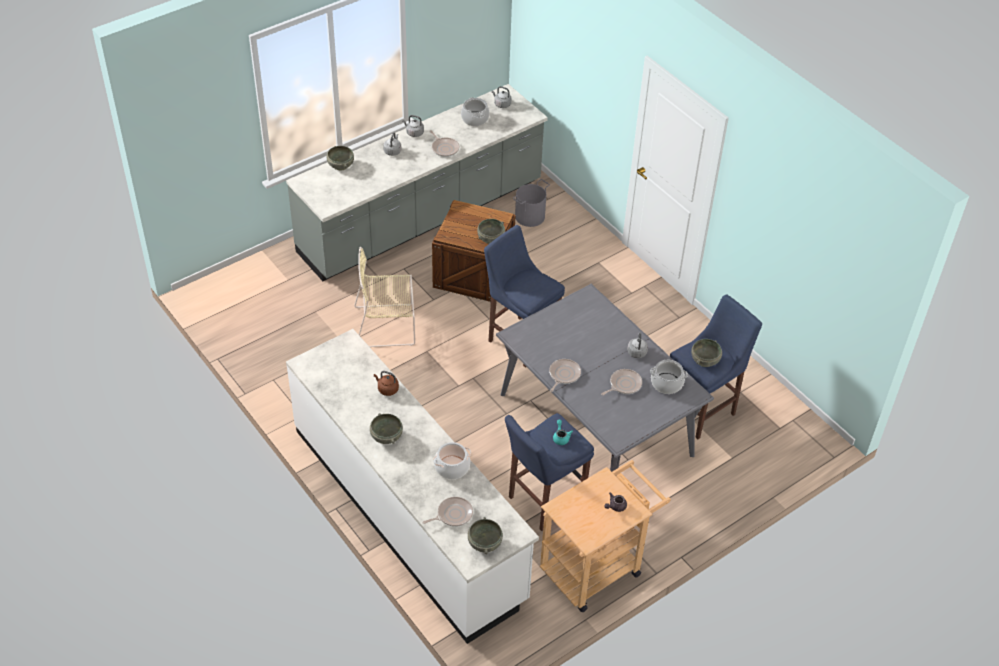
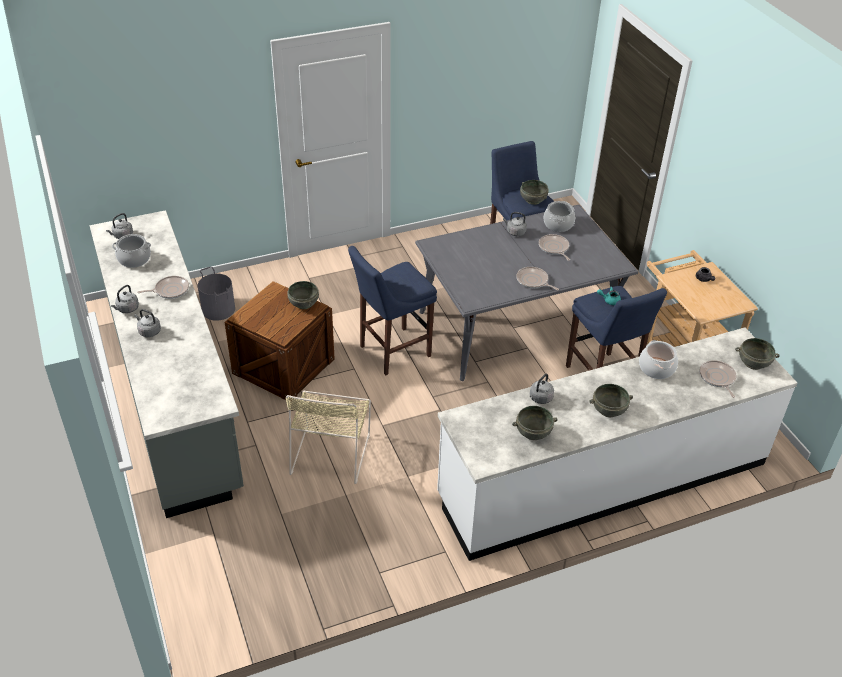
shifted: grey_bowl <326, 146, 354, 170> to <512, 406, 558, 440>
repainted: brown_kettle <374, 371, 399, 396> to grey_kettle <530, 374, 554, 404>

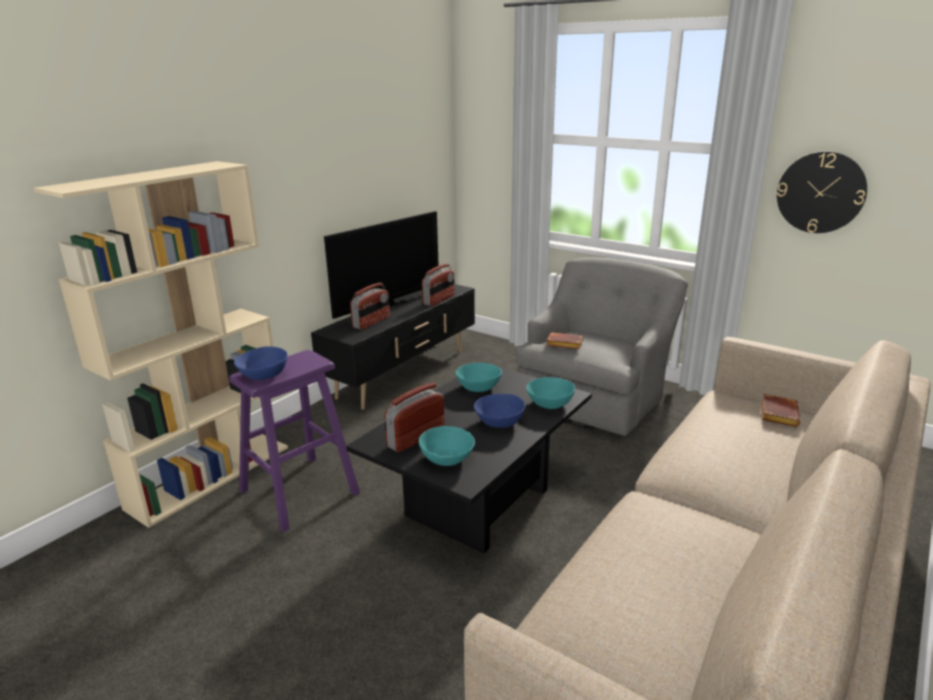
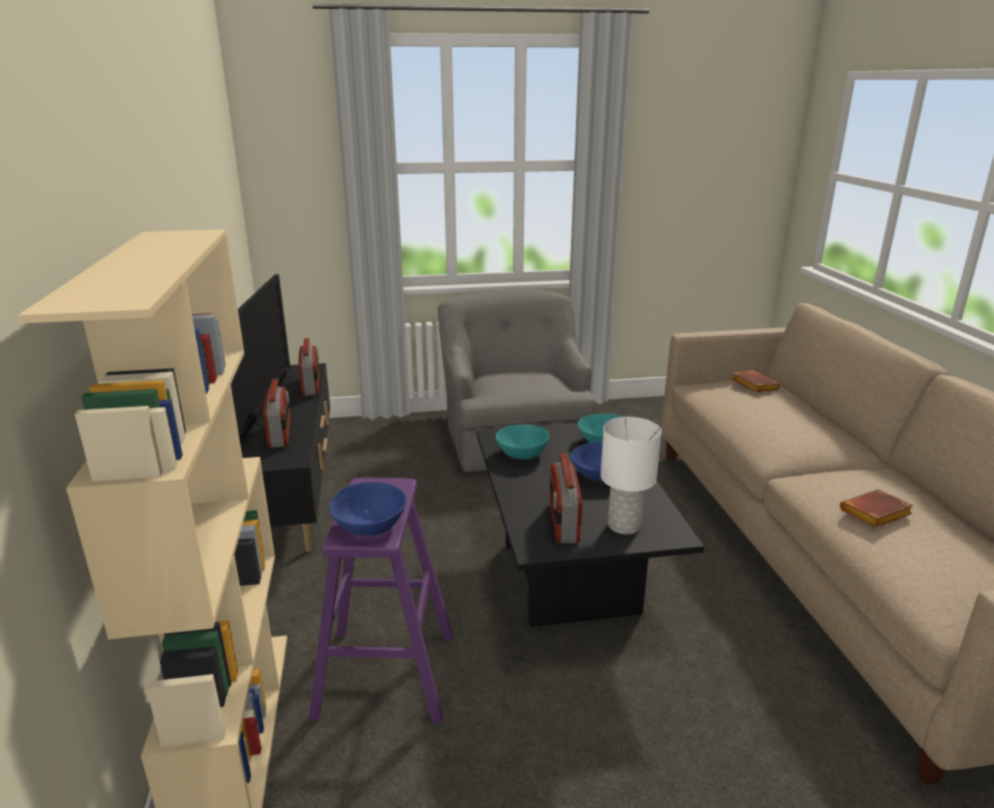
gone: wall_clock <777, 151, 867, 233>
shifted: brown_book <546, 332, 583, 349> to <840, 489, 914, 528>
swapped: turquoise_bowl <419, 426, 475, 466> to white_table_lamp <600, 417, 661, 535>

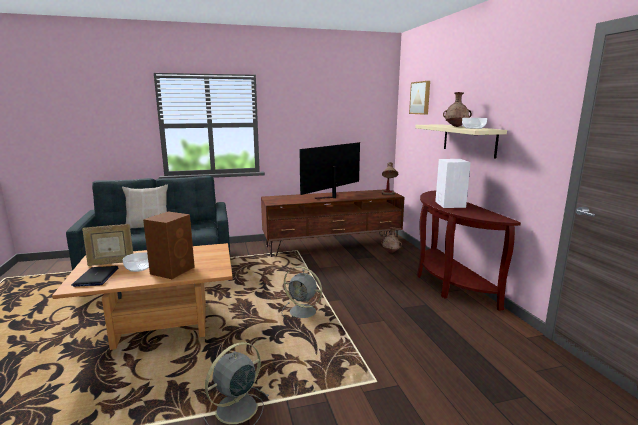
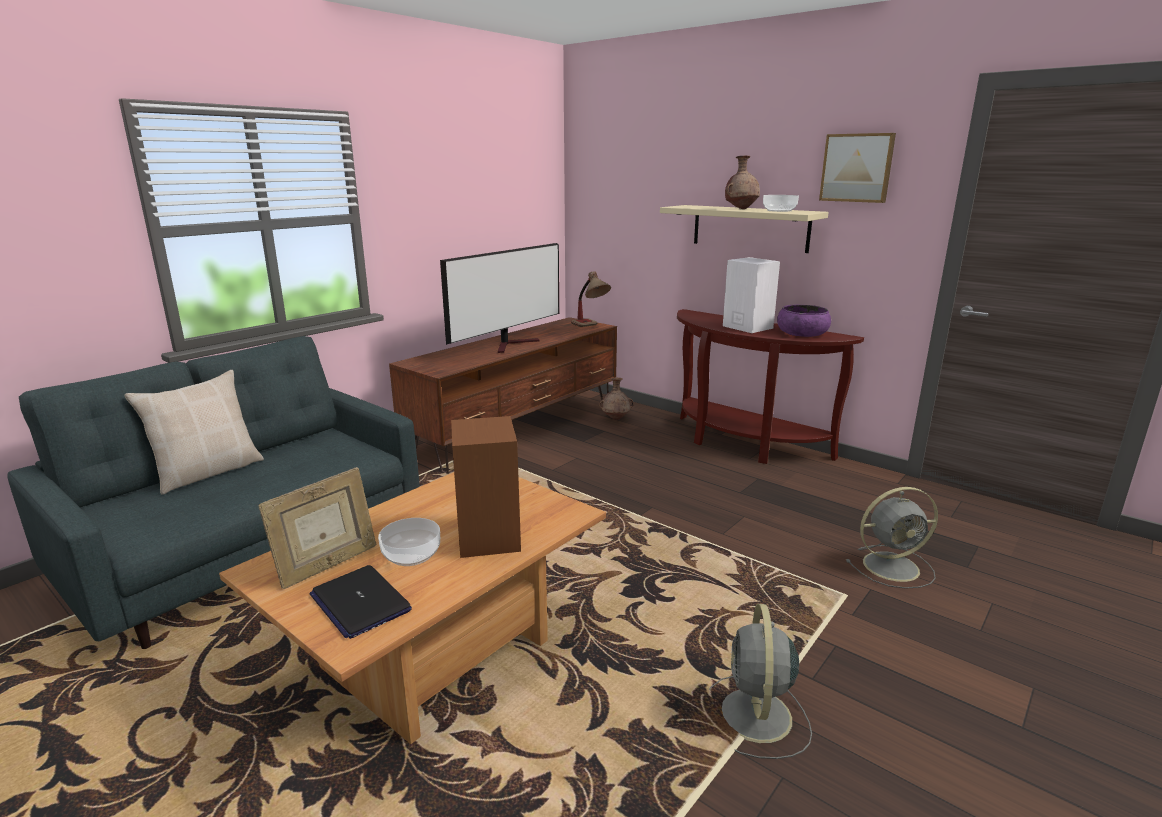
new: purple_bowl <777, 305, 831, 337>
shifted: grey_fan <281, 266, 322, 318> to <846, 487, 938, 589>; picture <409, 81, 430, 115> to <819, 133, 896, 203>
rotated: television <299, 142, 360, 199> = <440, 243, 559, 353> 150 degrees counterclockwise

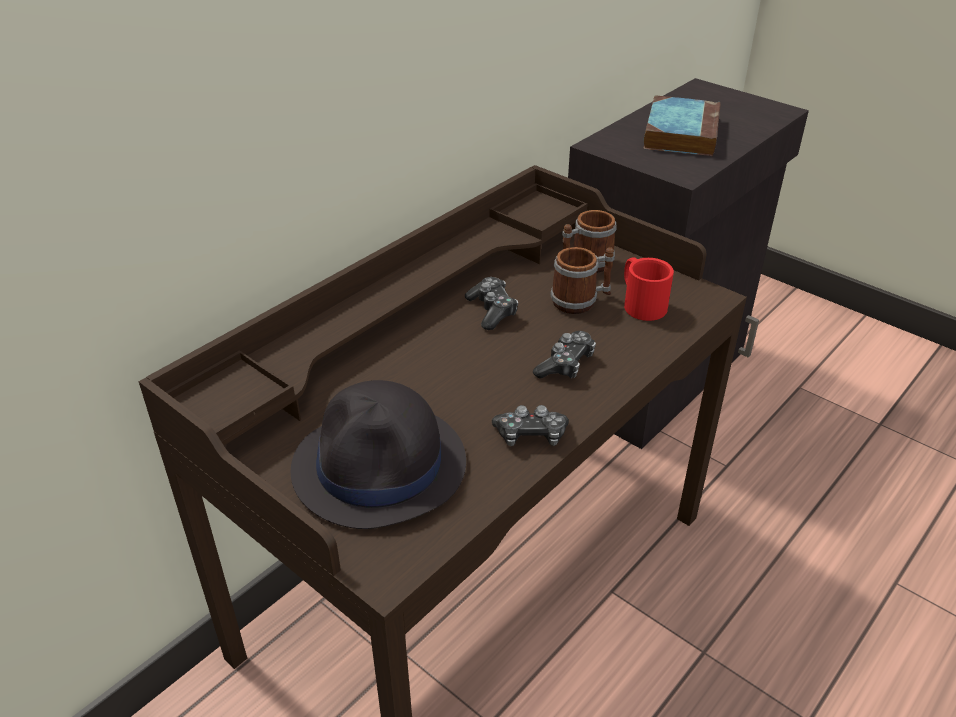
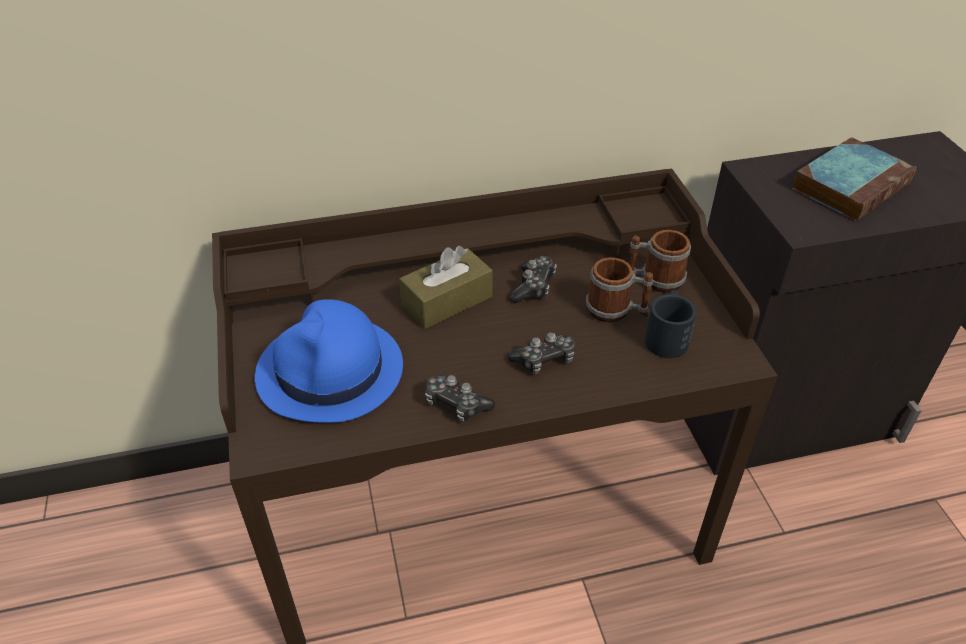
new: brown_tissue_box <399, 246, 493, 329>
repainted: black_hat <291, 380, 466, 529> to blue_hat <255, 299, 403, 423>; red_mug <624, 258, 674, 321> to black_mug <645, 290, 697, 358>

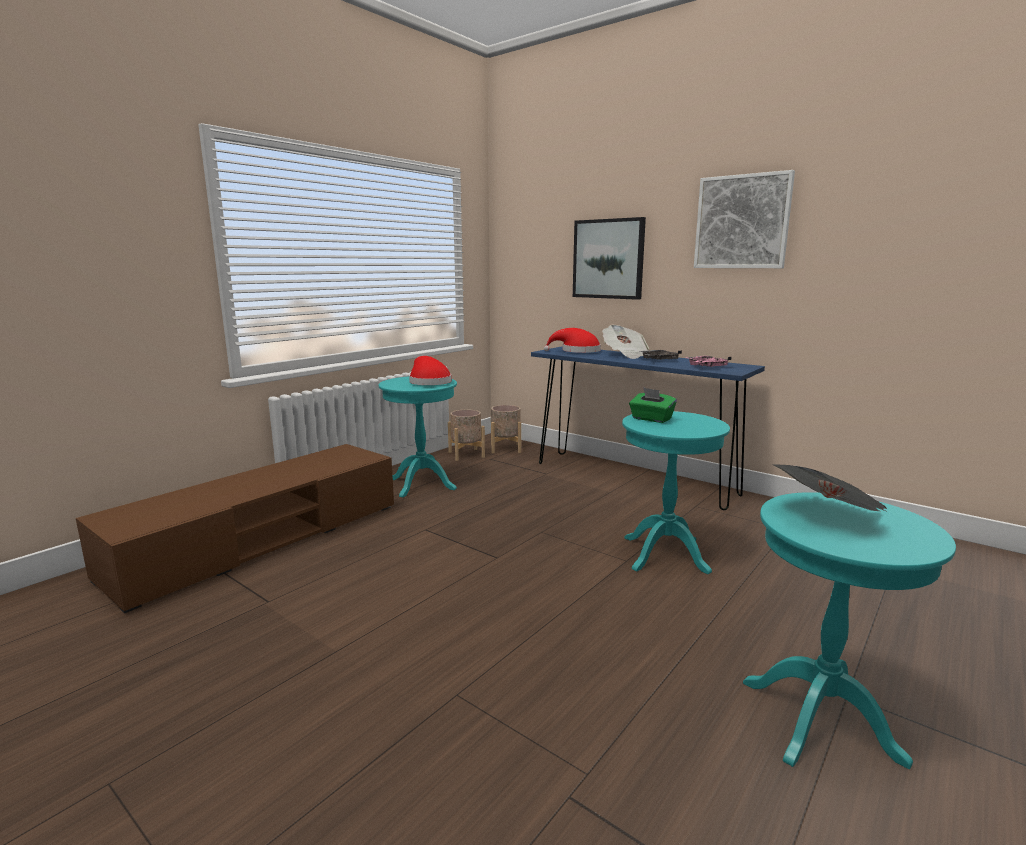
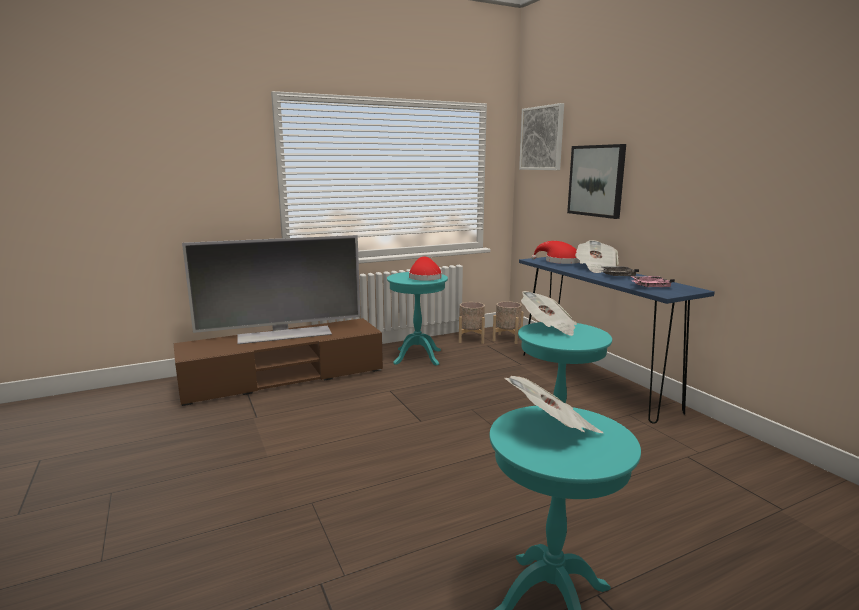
new: television <182, 235, 361, 344>
shifted: picture <694, 170, 795, 268> to <519, 103, 564, 170>
swapped: green_tissue_box <629, 387, 677, 423> to newspaper <521, 291, 577, 336>

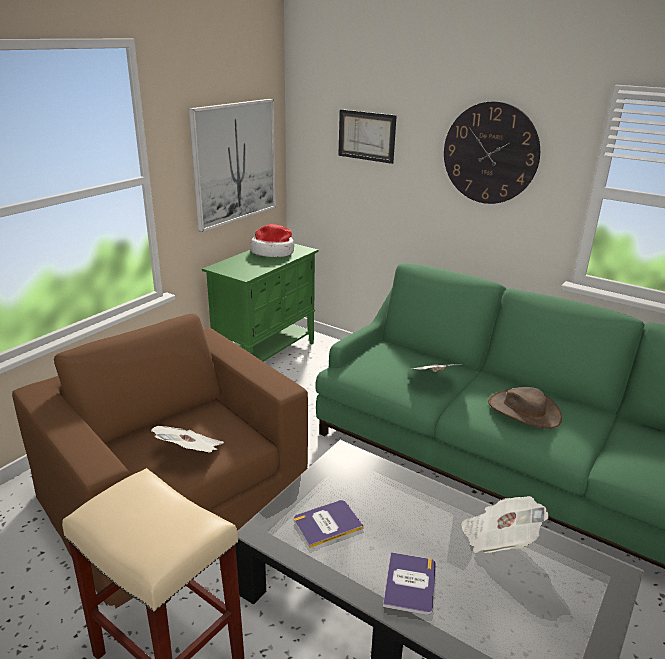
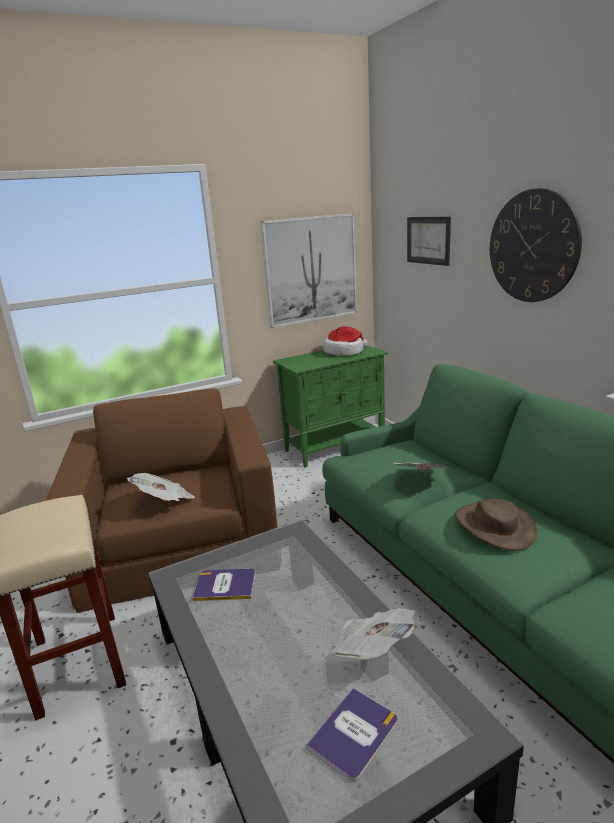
shifted: book <383, 552, 436, 615> to <306, 688, 397, 781>

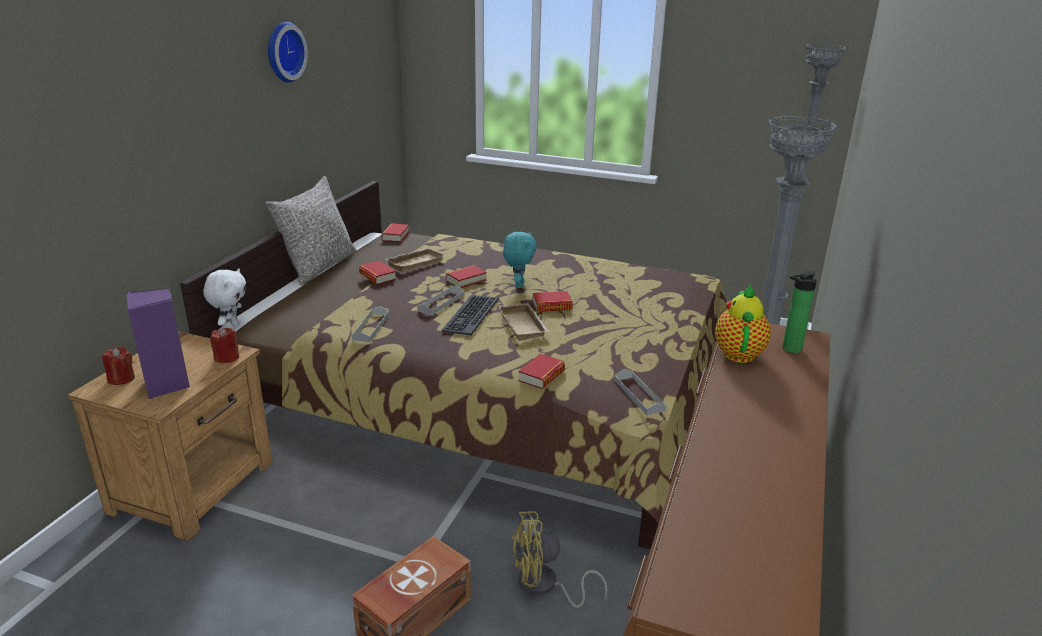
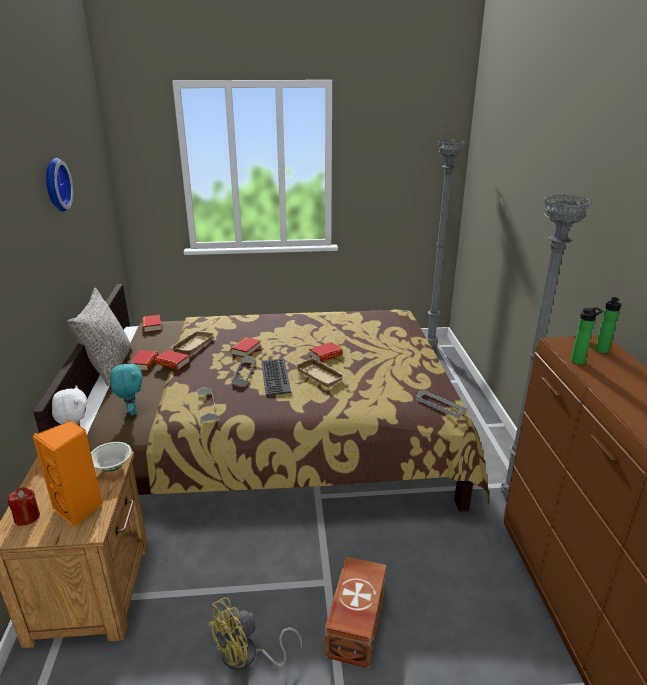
shifted: turquoise_plush_toy <503, 231, 537, 288> to <110, 361, 143, 415>; yellow_fan <511, 511, 608, 608> to <207, 597, 302, 671>; book <518, 354, 565, 389> to <129, 350, 159, 371>
swapped: red_candle <210, 327, 239, 363> to white_bowl <91, 442, 132, 472>; teapot <715, 284, 771, 363> to bottle <571, 307, 603, 365>
repainted: purple_speaker <126, 288, 190, 399> to orange_speaker <32, 420, 103, 527>

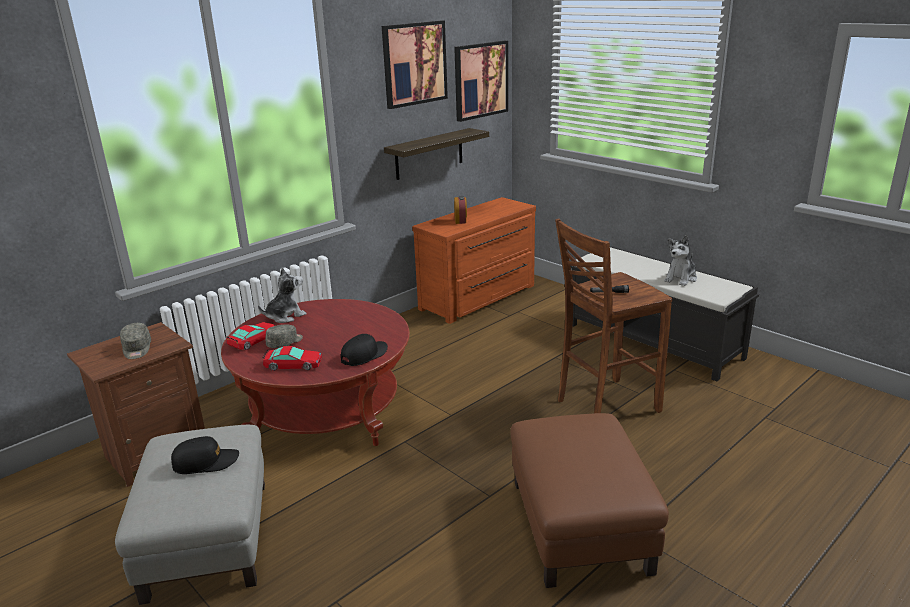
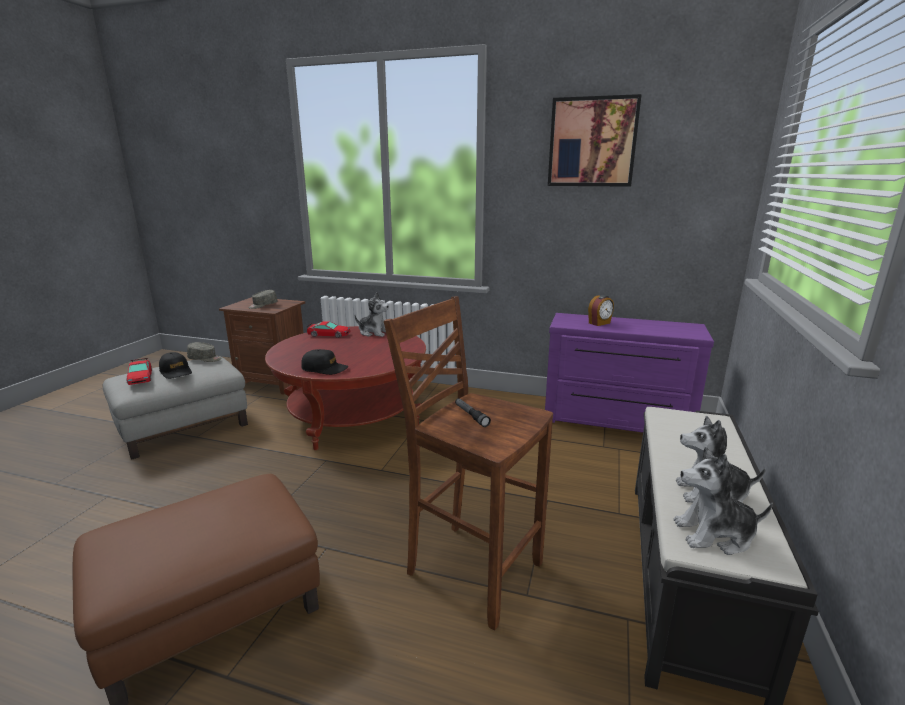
gone: shelf <384, 128, 489, 180>; picture <454, 41, 508, 122>
new: plush_toy <674, 447, 773, 555>
shifted: toy_car <263, 346, 322, 371> to <126, 358, 152, 385>; grey_cap <266, 325, 303, 348> to <187, 342, 222, 362>
repainted: brown_dresser <412, 197, 536, 324> to purple_dresser <545, 313, 714, 433>

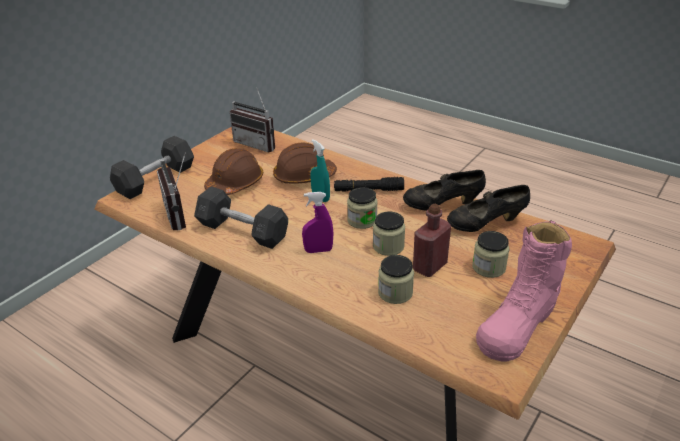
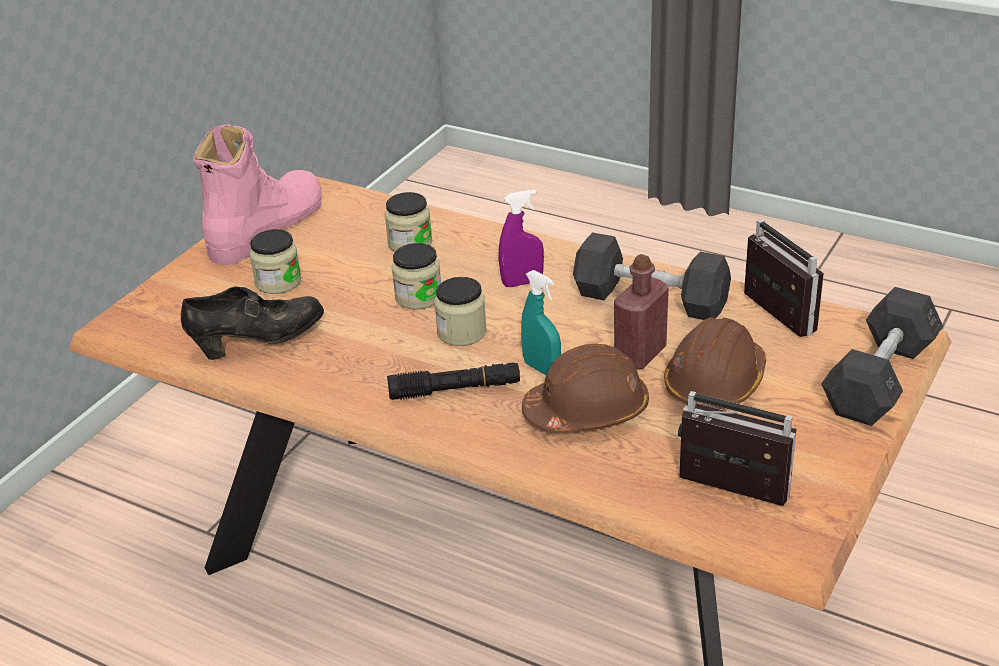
gone: black_shoe <403, 170, 486, 211>
shifted: red_bottle <413, 204, 451, 277> to <614, 254, 669, 369>

